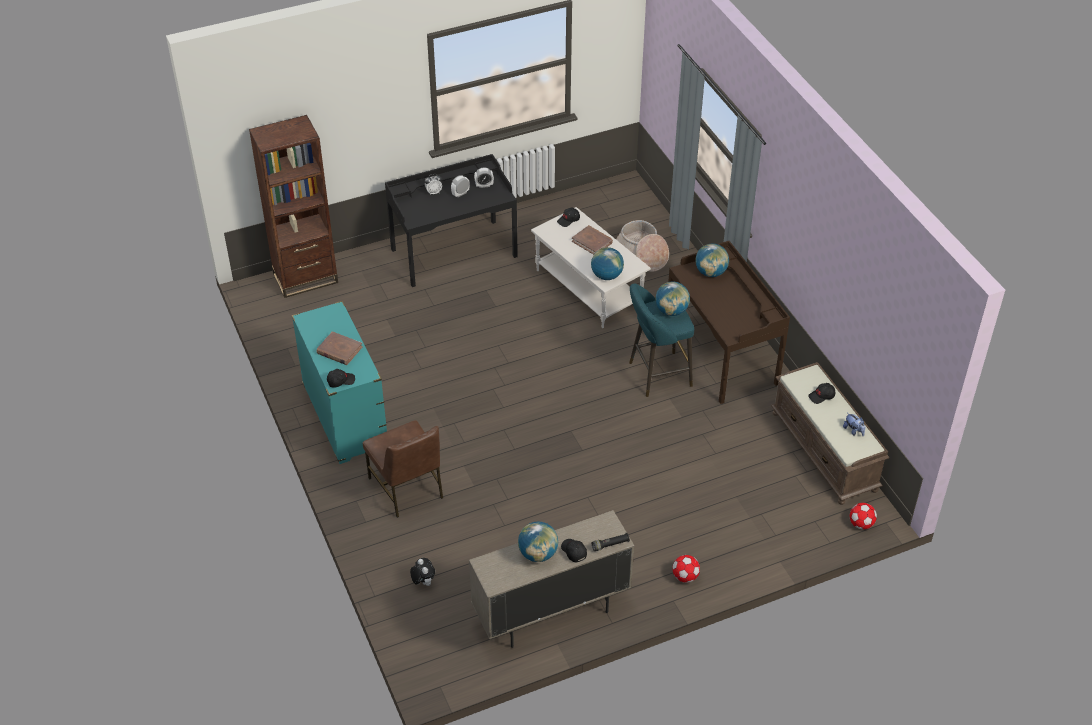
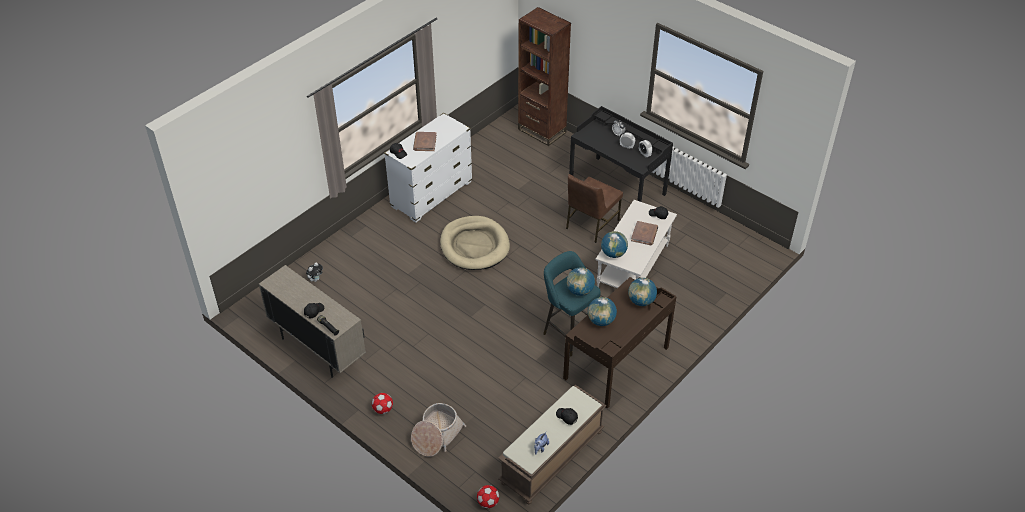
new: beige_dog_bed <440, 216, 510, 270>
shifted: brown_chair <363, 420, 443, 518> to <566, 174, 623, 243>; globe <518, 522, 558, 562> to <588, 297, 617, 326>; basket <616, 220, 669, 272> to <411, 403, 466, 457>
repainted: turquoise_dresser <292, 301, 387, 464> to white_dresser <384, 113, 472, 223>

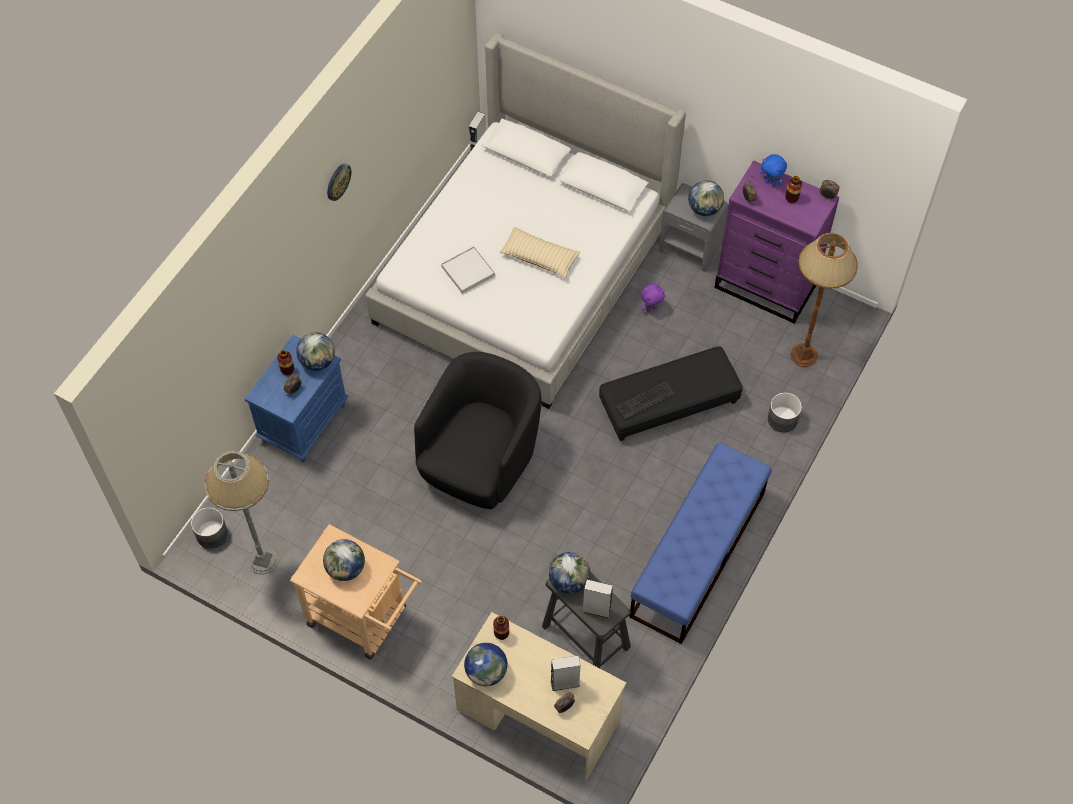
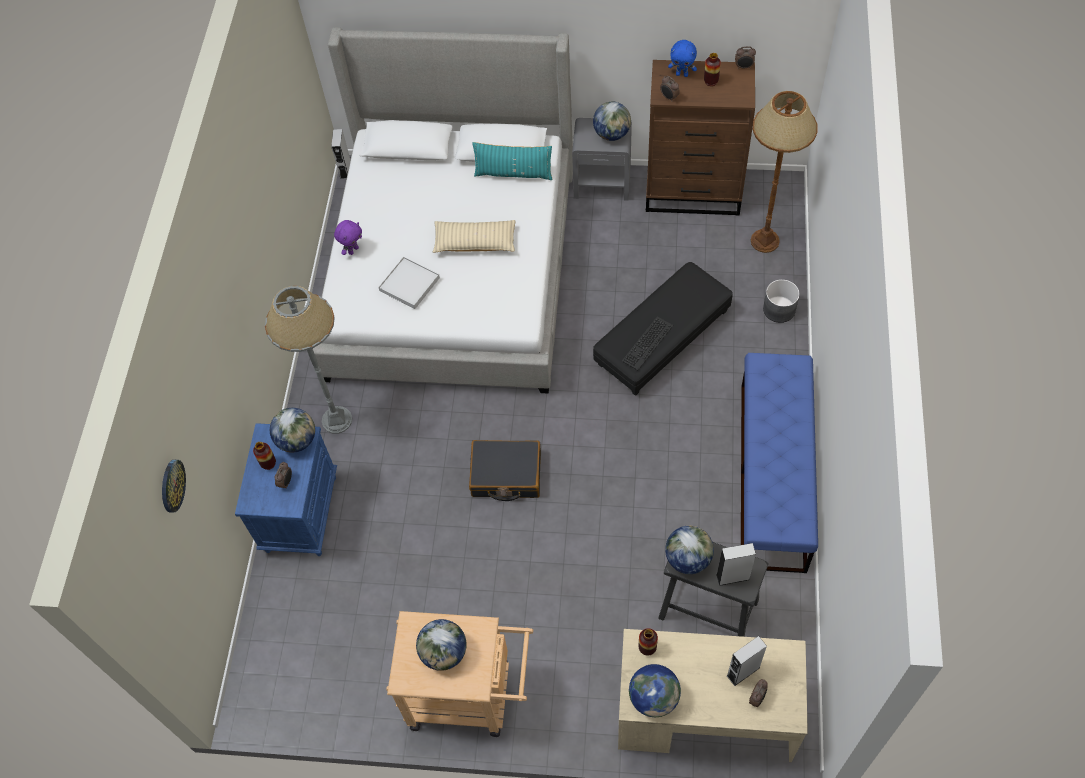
gone: grey_planter <191, 507, 228, 549>
new: turquoise_pillow <472, 142, 552, 180>
shifted: grey_floor_lamp <204, 451, 278, 574> to <265, 286, 352, 434>; wall_clock <327, 164, 351, 201> to <162, 460, 186, 513>; purple_plush_toy <641, 284, 665, 312> to <334, 220, 362, 255>
swapped: black_armchair <414, 352, 542, 509> to black_suitcase <469, 440, 541, 501>
repainted: purple_dresser <714, 160, 839, 324> to brown_dresser <646, 60, 755, 216>

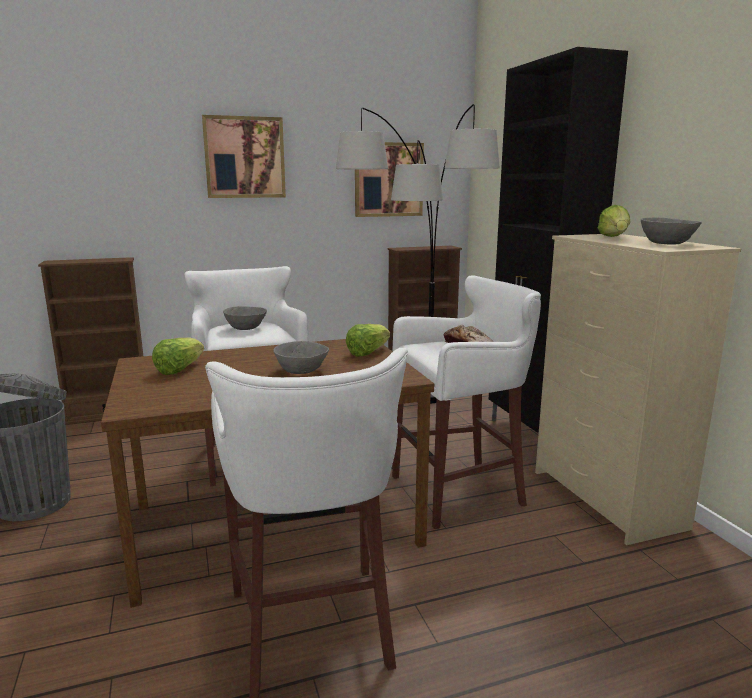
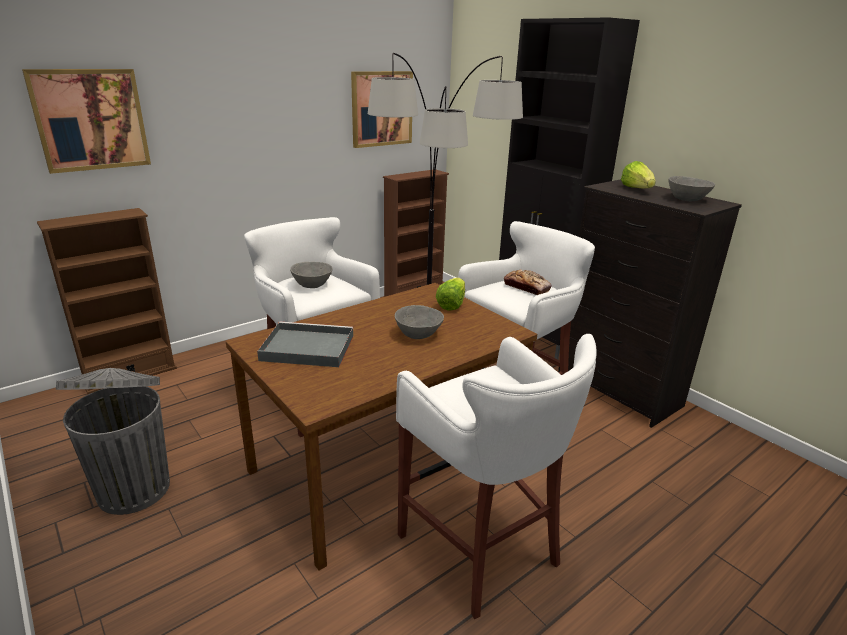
shifted: picture <202, 115, 286, 198> to <22, 69, 151, 174>
swapped: lettuce <152, 337, 204, 375> to grey_tray <257, 322, 353, 367>
repainted: beige_dresser <535, 234, 741, 545> to black_dresser <558, 179, 742, 428>

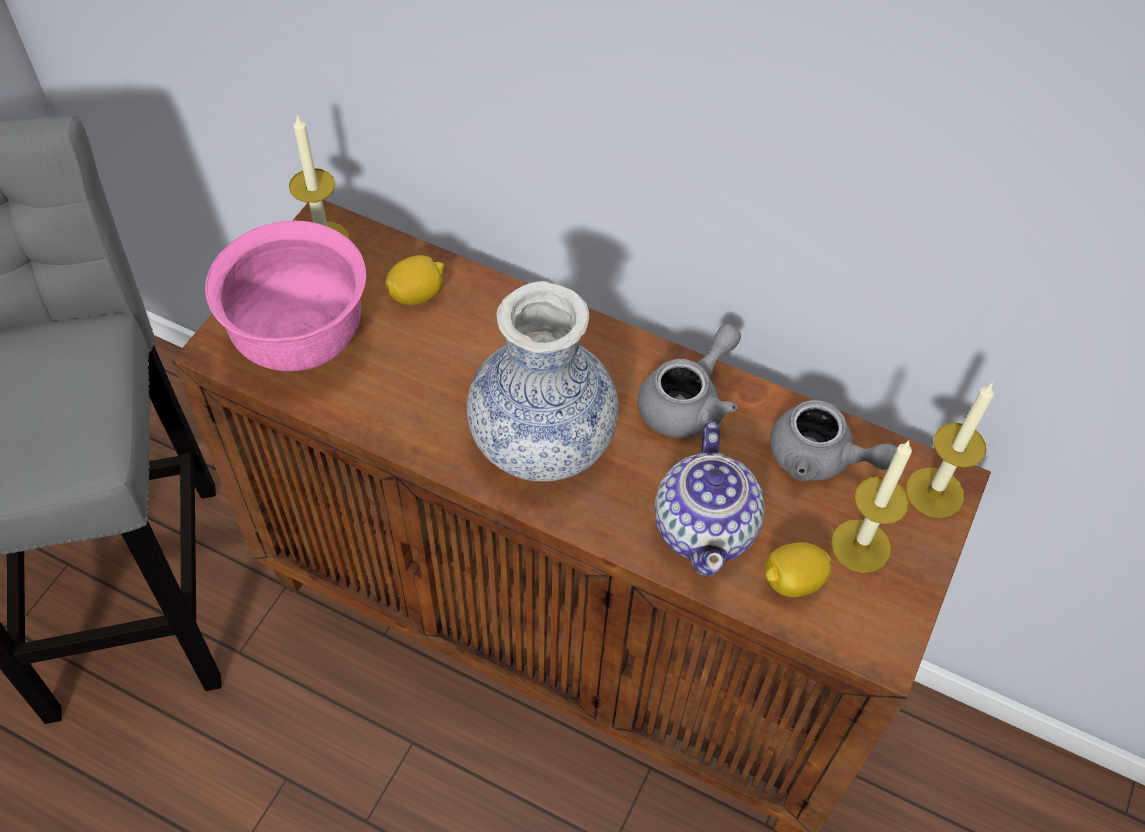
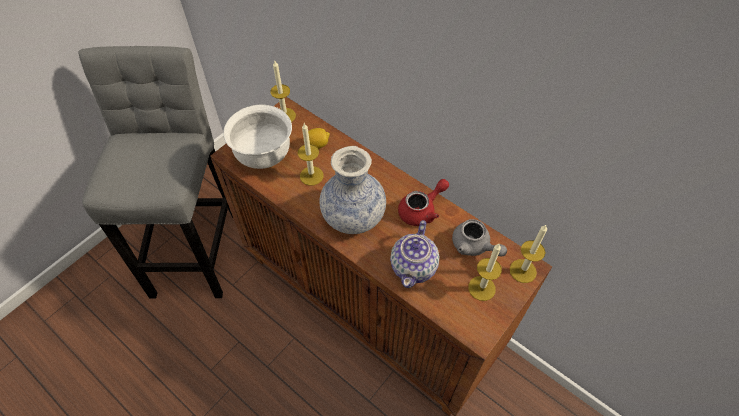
gone: lemon <765, 542, 832, 597>
new: candle <298, 123, 324, 186>
repainted: pink_bowl <205, 221, 366, 371> to white_bowl <223, 105, 292, 169>; grey_teapot <638, 324, 741, 438> to red_teapot <398, 179, 449, 226>

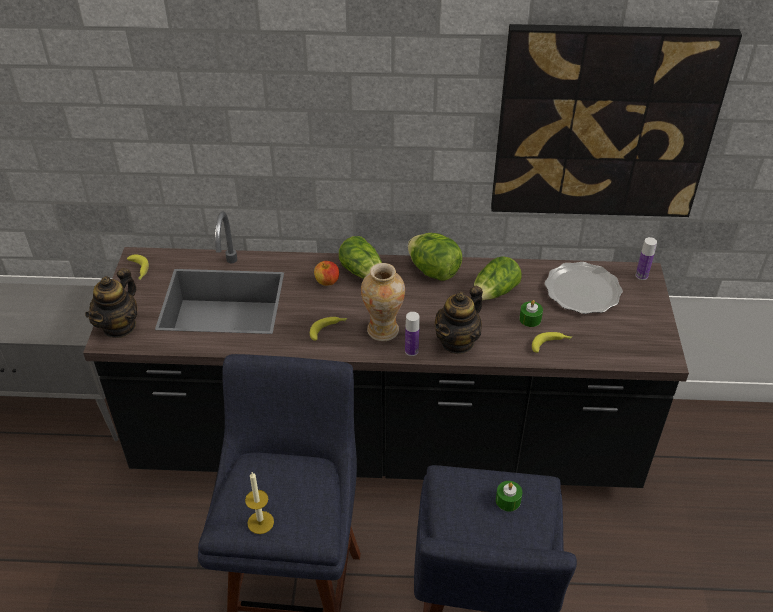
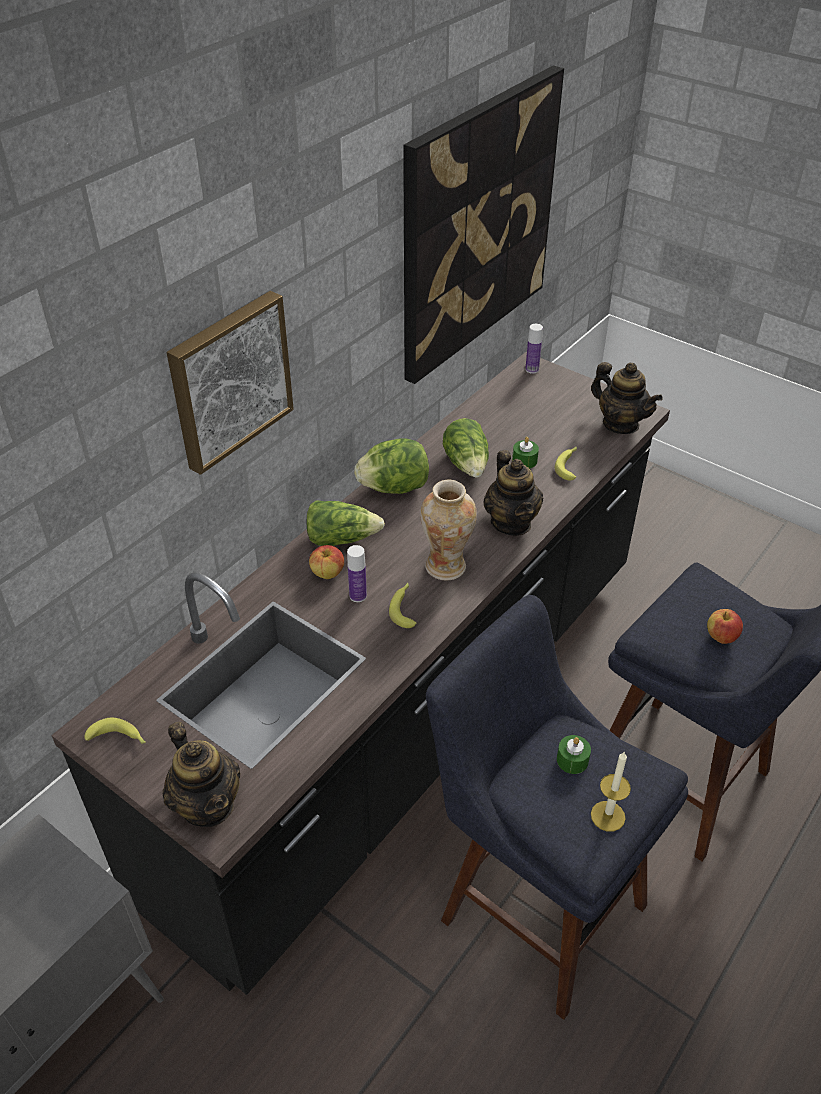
gone: plate <545, 262, 623, 314>
new: picture <167, 291, 294, 475>; teapot <591, 362, 663, 434>; apple <707, 609, 743, 644>
shifted: bottle <405, 312, 420, 356> to <347, 545, 367, 602>; green_candle <496, 481, 522, 511> to <557, 735, 591, 774>

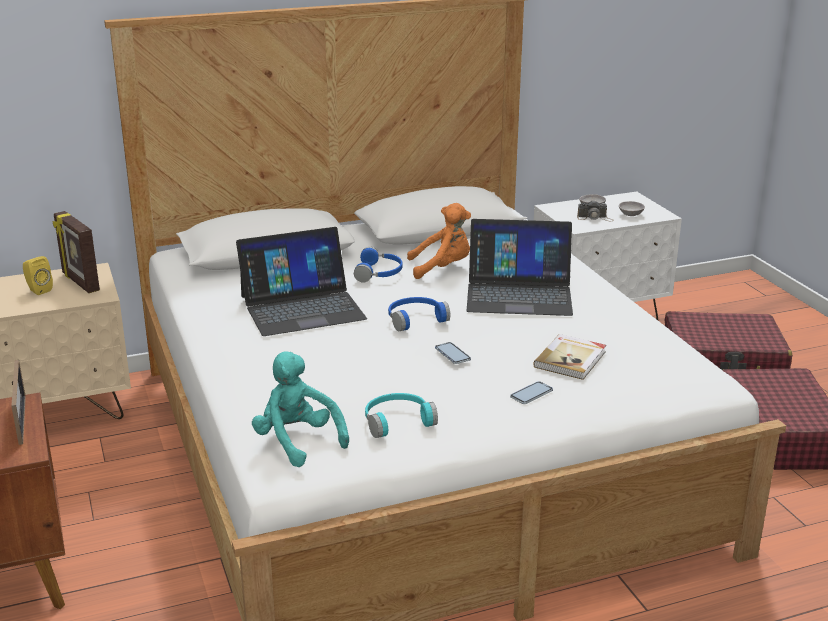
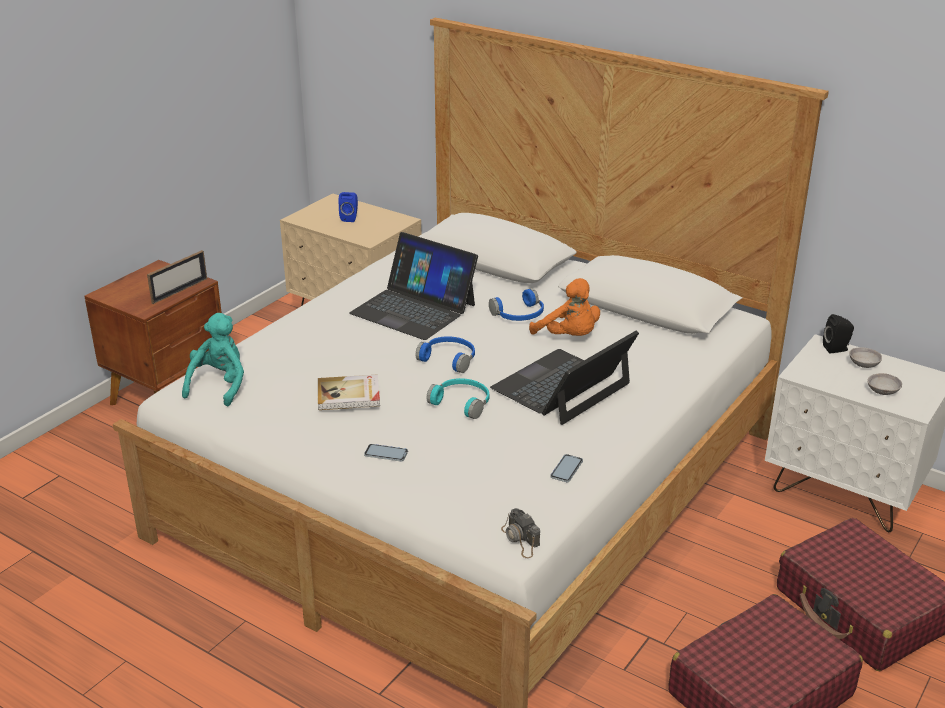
gone: picture_frame <53, 211, 100, 293>
new: black_speaker <823, 314, 854, 353>
shifted: turquoise_headphones <365, 393, 438, 438> to <426, 378, 489, 419>; phone <435, 342, 471, 364> to <550, 454, 583, 482>; book <533, 334, 606, 380> to <318, 374, 380, 410>; photo_camera <577, 200, 614, 221> to <501, 508, 540, 558>
repainted: yellow_speaker <23, 256, 53, 295> to blue_speaker <339, 192, 358, 222>
rotated: laptop <467, 219, 573, 316> = <490, 331, 639, 425> 75 degrees clockwise

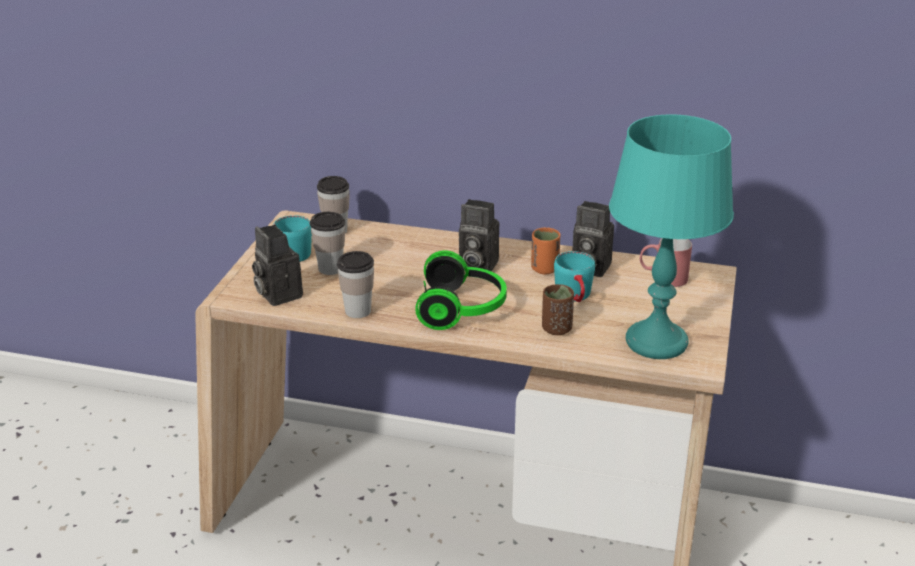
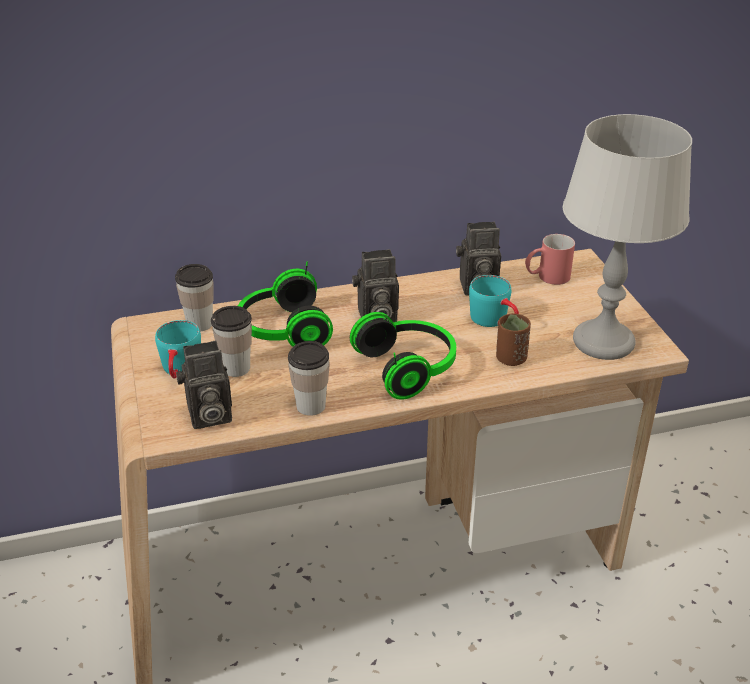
gone: orange_cup <531, 228, 561, 275>
new: headphones <238, 261, 333, 347>
repainted: turquoise_table_lamp <609, 114, 734, 359> to grey_table_lamp <563, 114, 692, 360>
rotated: photo_camera <252, 225, 303, 306> = <176, 340, 232, 429> 45 degrees counterclockwise

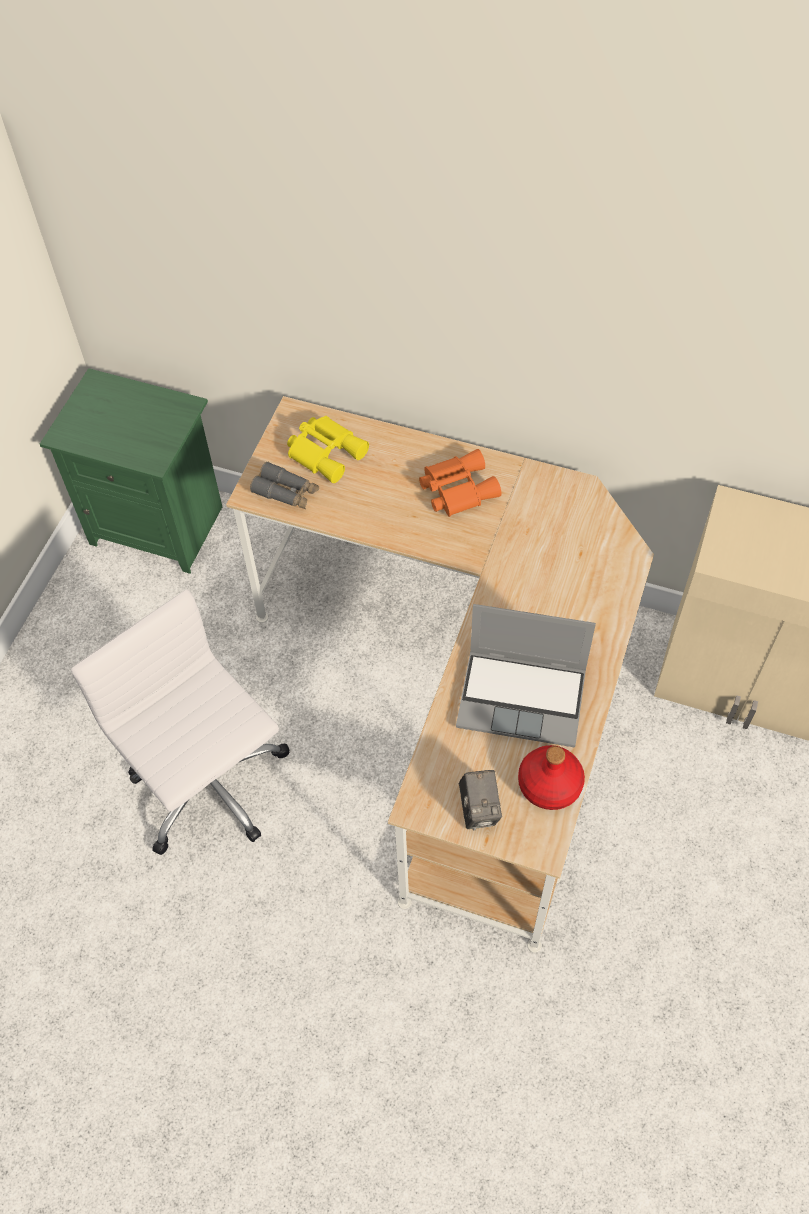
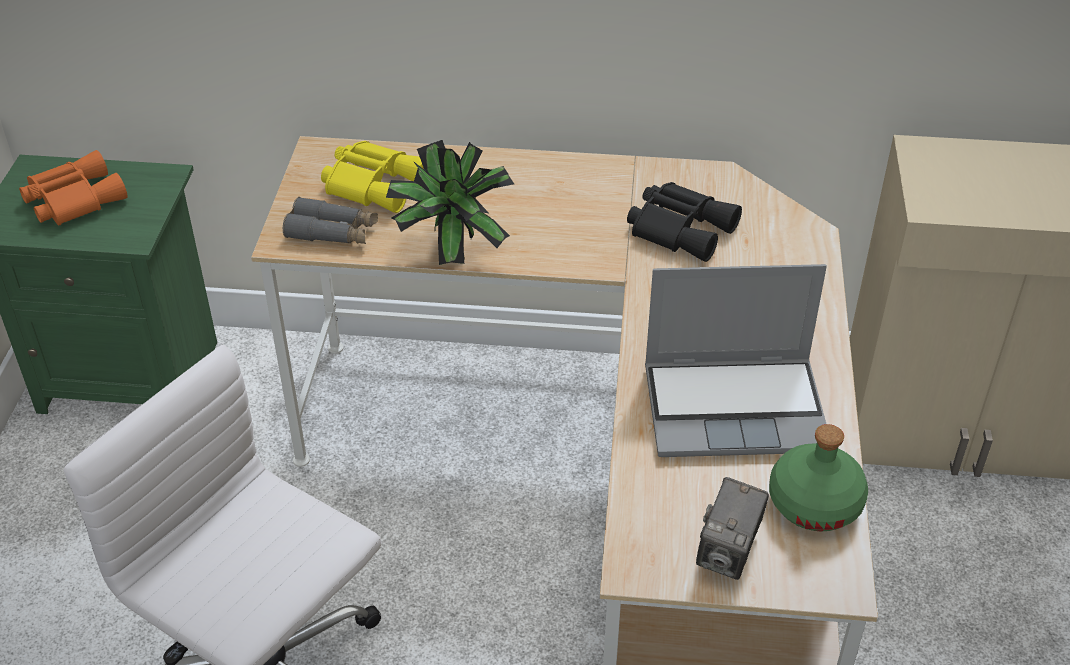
new: potted_plant <386, 140, 514, 265>; black_binoculars <627, 182, 742, 262>
shifted: orange_binoculars <419, 449, 501, 517> to <19, 150, 128, 226>
repainted: red_bottle <518, 745, 585, 810> to green_bottle <769, 424, 868, 532>
rotated: photo_camera <459, 770, 502, 831> = <696, 477, 769, 580> 45 degrees clockwise

